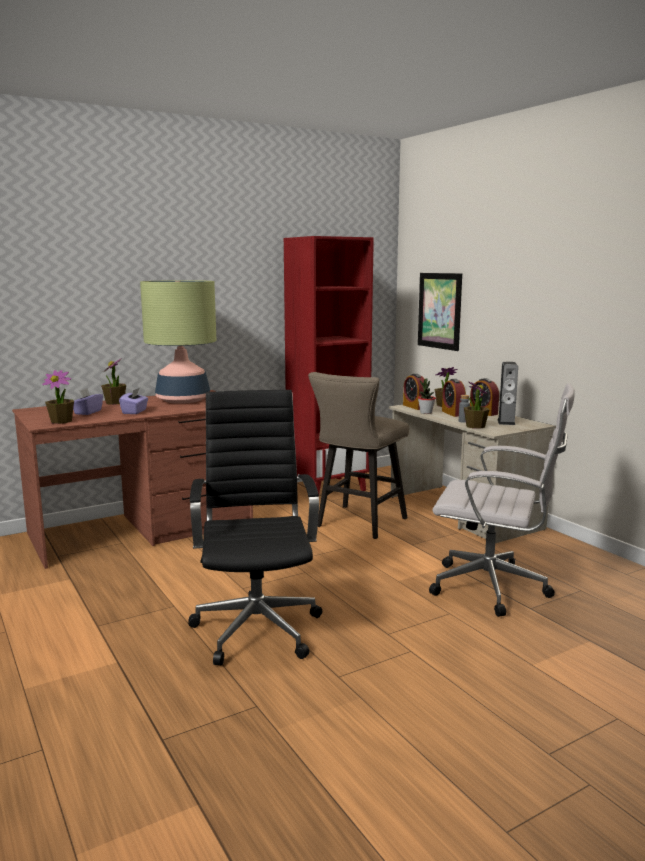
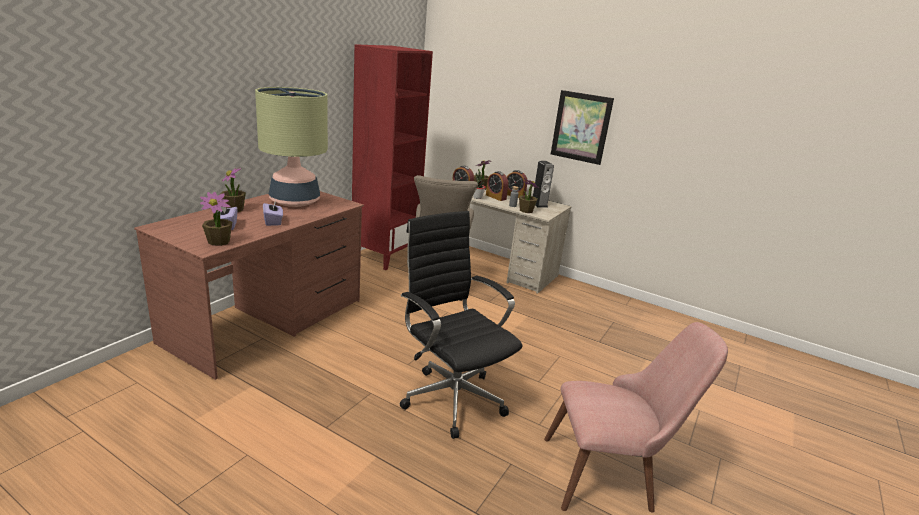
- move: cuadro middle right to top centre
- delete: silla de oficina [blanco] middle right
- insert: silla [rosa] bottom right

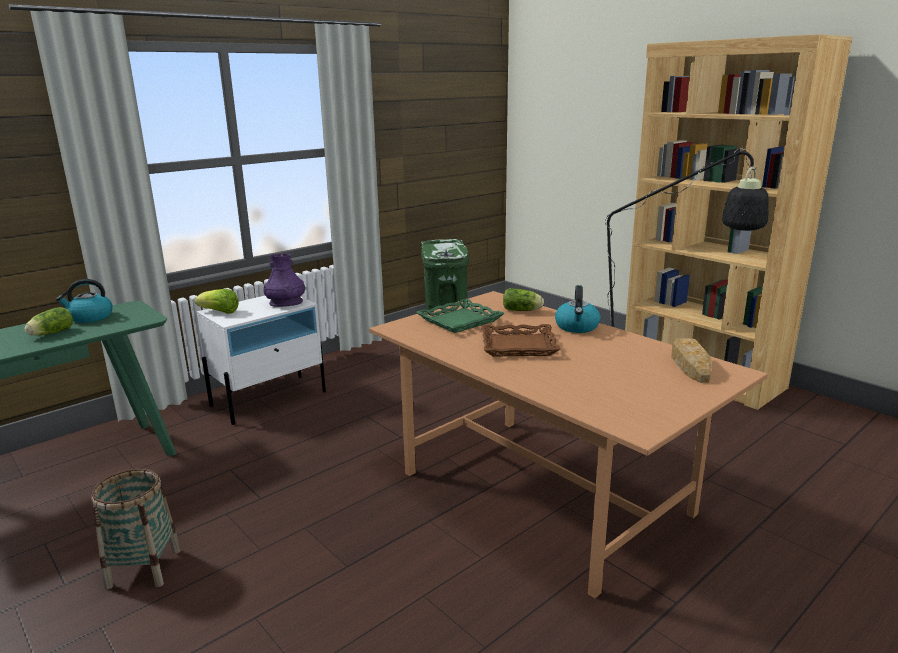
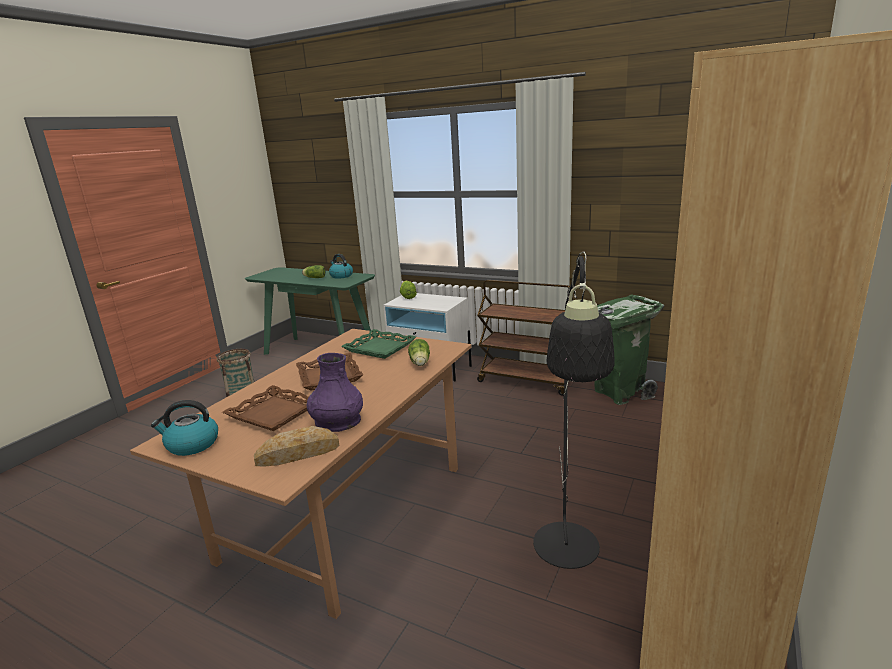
- move: florero [morado] middle left to centre
- move: hervidor (2nd from left in the first image) centre to hervidor (1st from left) middle left
- insert: carrito [marrón] centre
- insert: bandeja [marrón] (1st from left) middle left

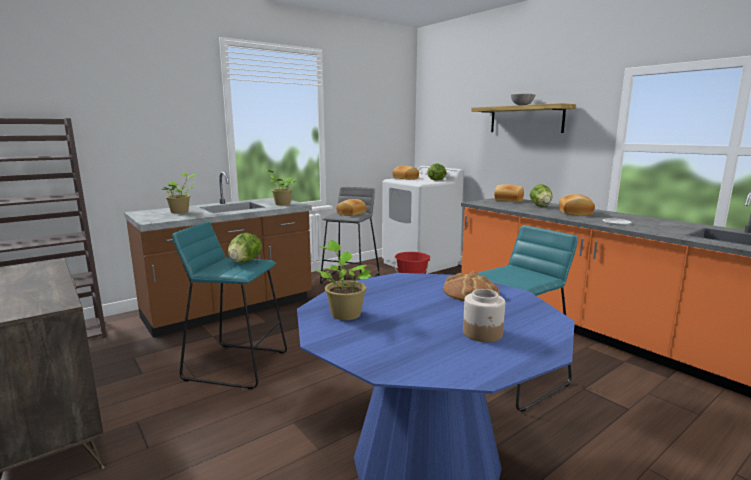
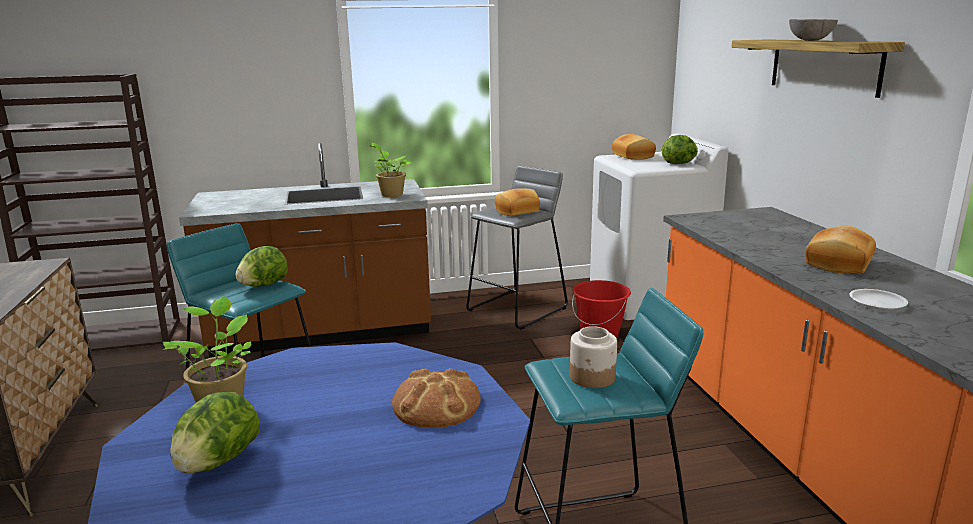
- delete: planta en maceta (1st from left) middle left
- delete: pan (4th from left) middle right
- move: lechuga (3rd from left in the first image) middle right to lechuga (1st from left) bottom left
- move: tarro centre to bottom centre

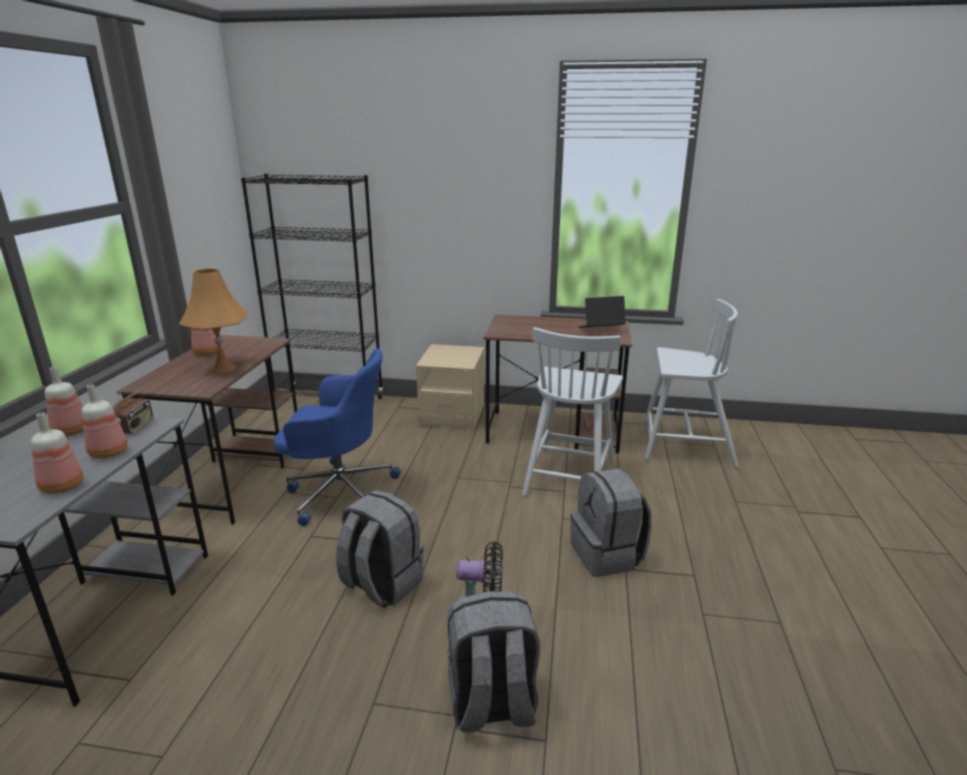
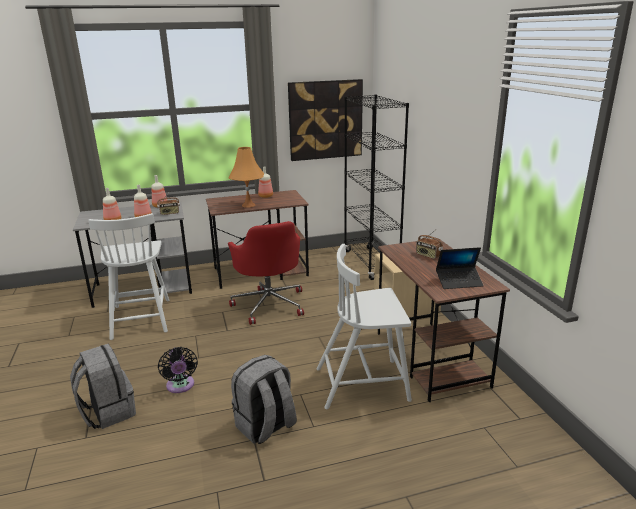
- rotate: portátil centre = middle right 120 degrees clockwise
- move: silla [blanco] (2nd from left in the first image) middle right to silla [blanco] (1st from left) middle left
- recolor: silla de oficina [azul] centre to silla de oficina [rojo] centre
- delete: mochila [gris] (1st from left) bottom centre
- insert: cuadro top centre
- insert: radio (2nd from left) middle right

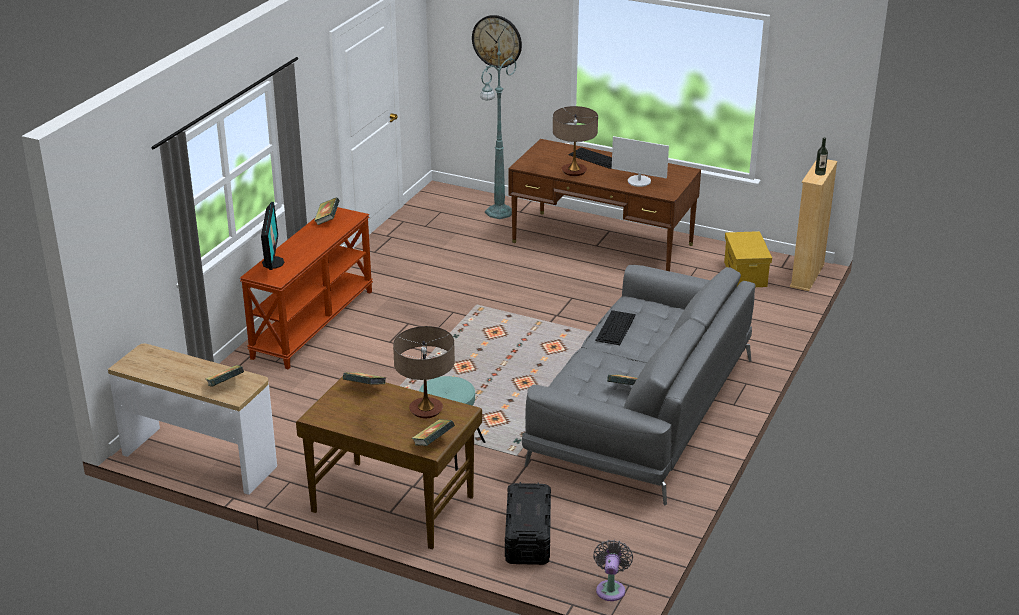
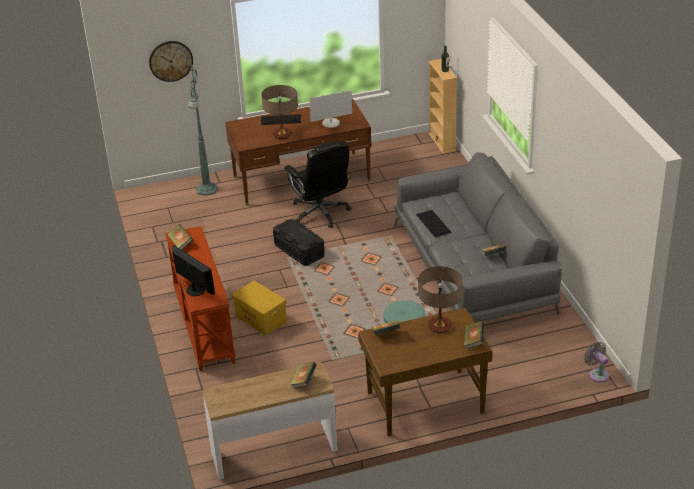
- move: caja de almacenaje [amarillo] middle right to centre
- move: caja de almacenaje [negro] bottom centre to centre
- insert: silla de oficina [negro] centre

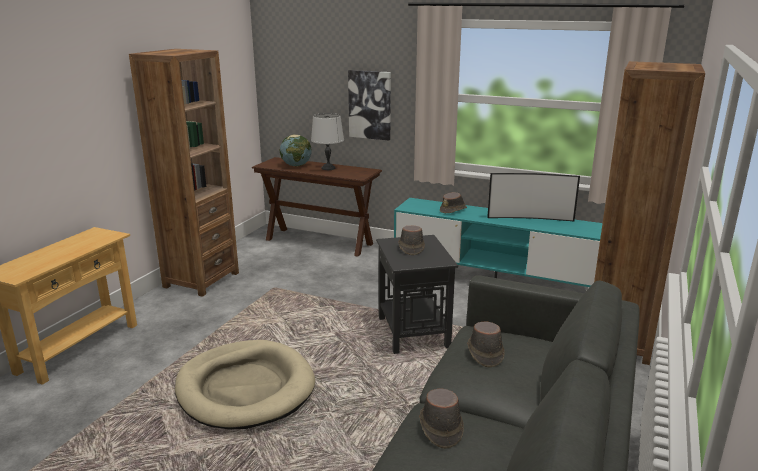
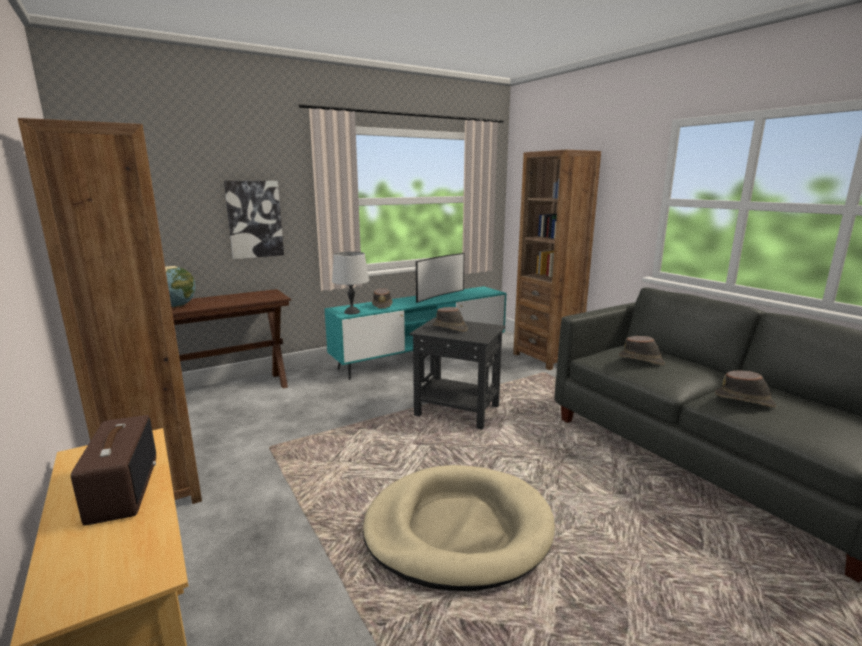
- move: lámpara de mesa [gris] top centre to centre
- insert: radio bottom left

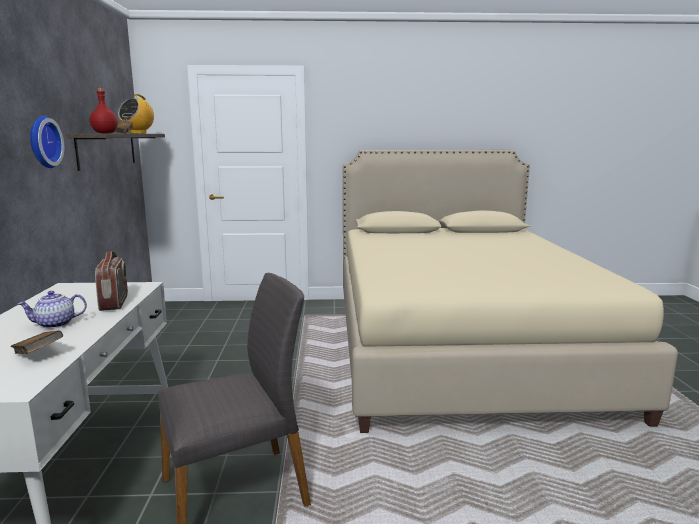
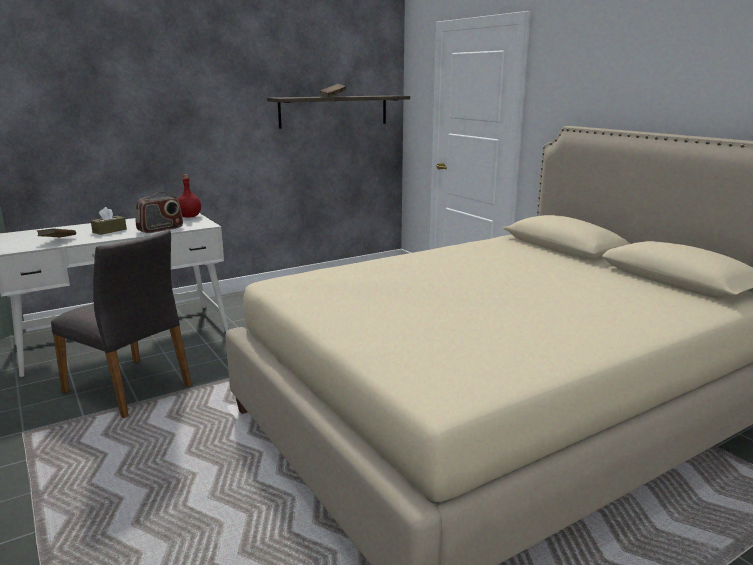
- move: botella [rojo] top left to middle left
- delete: radio (2nd from left) top left
- delete: reloj de pared top left
- replace: tetera middle left to caja de pañuelos [marrón] middle left

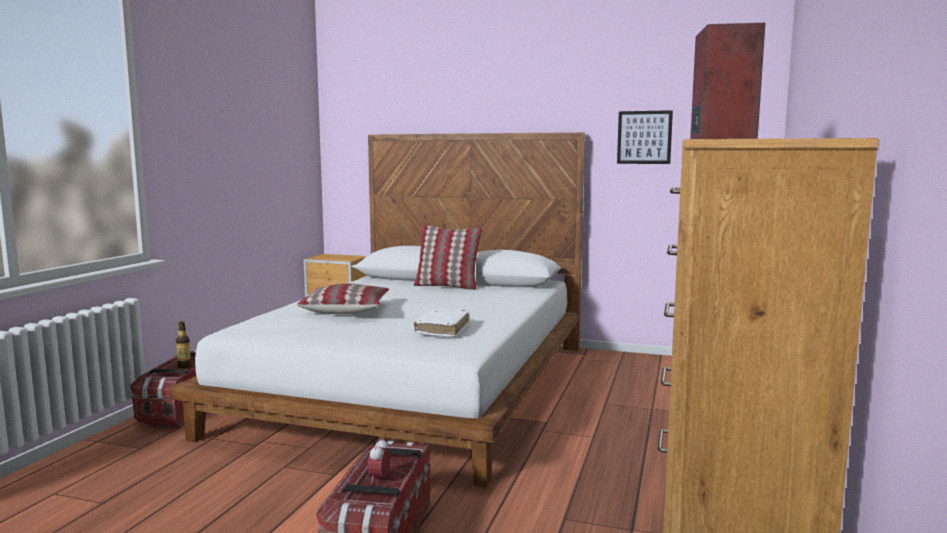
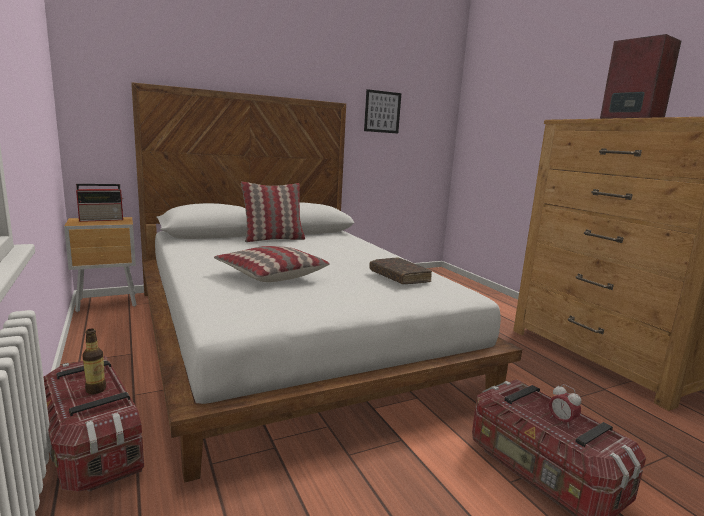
- recolor: libro [blanco] centre to libro [marrón] centre
- insert: radio middle left

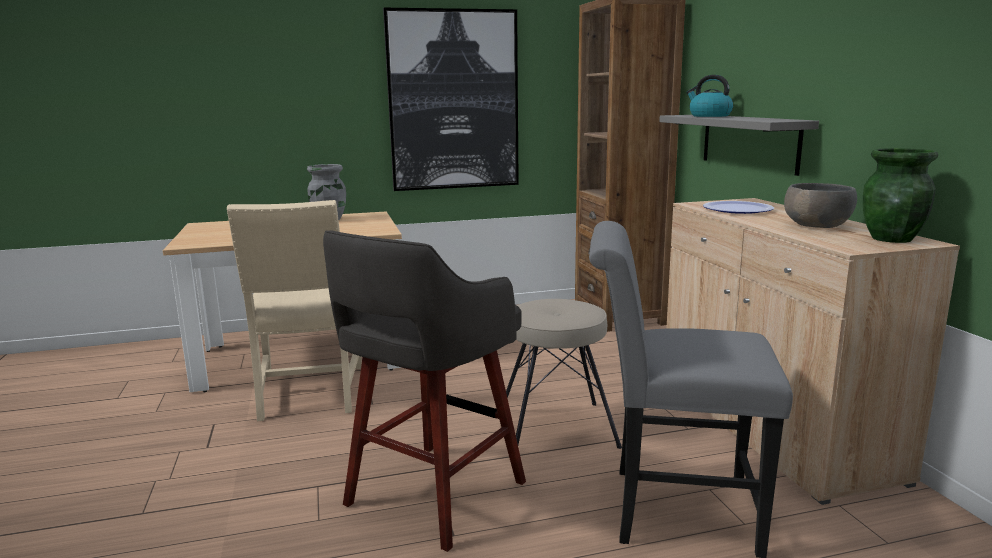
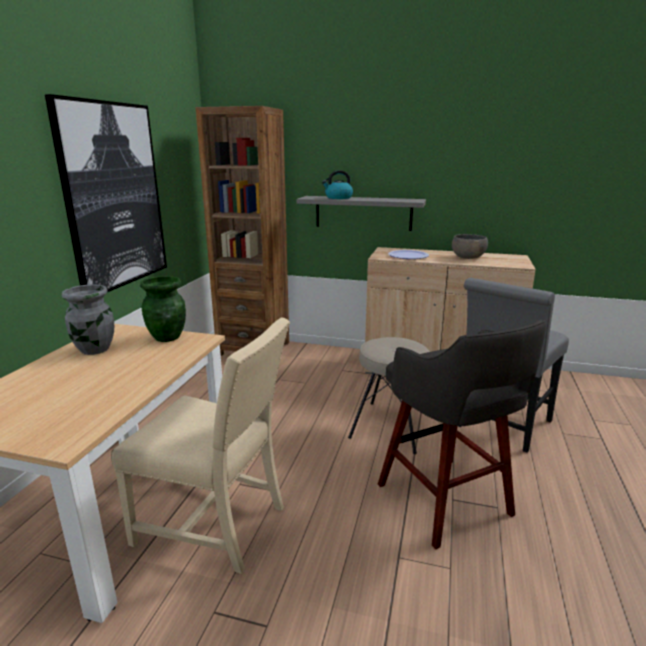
- move: florero [verde] middle right to middle left

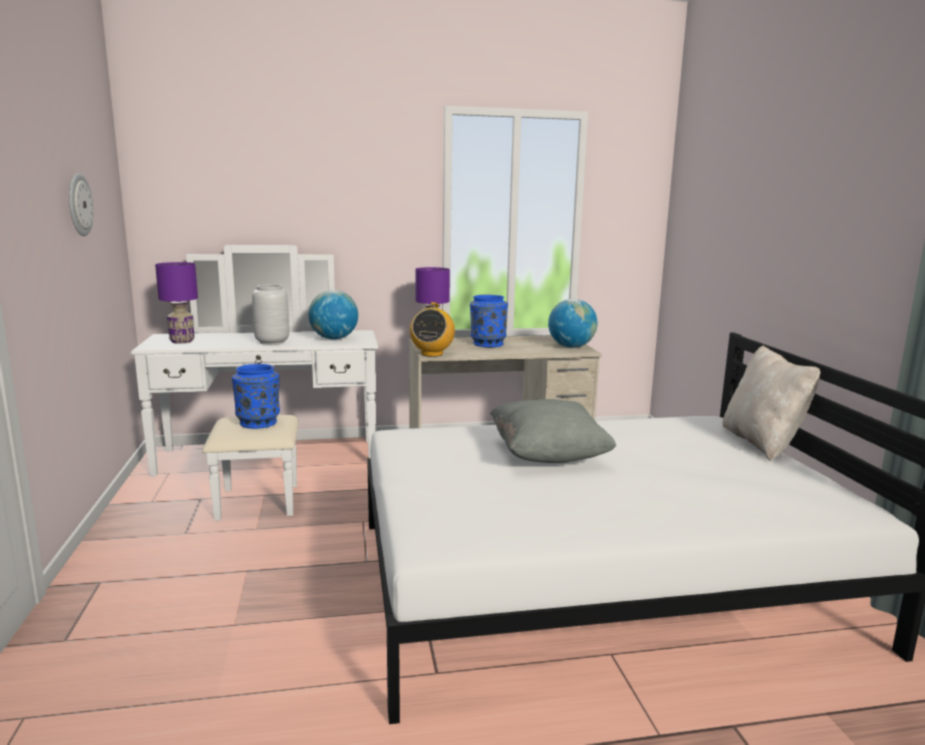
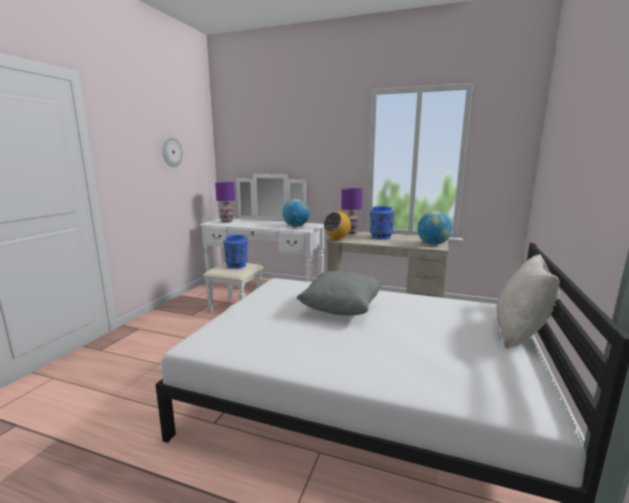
- delete: florero [gris] middle left

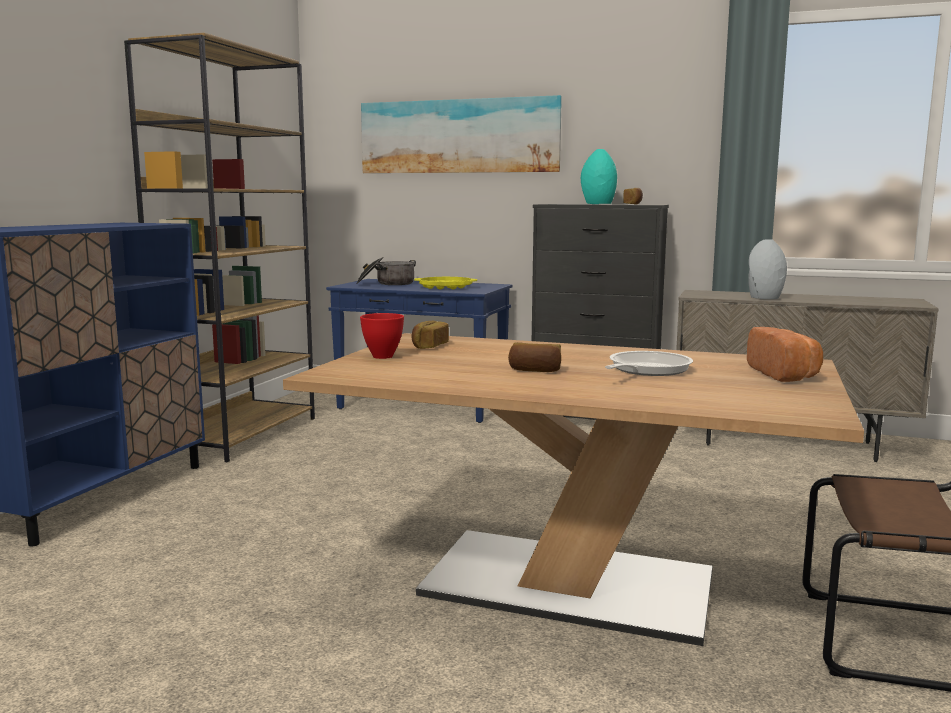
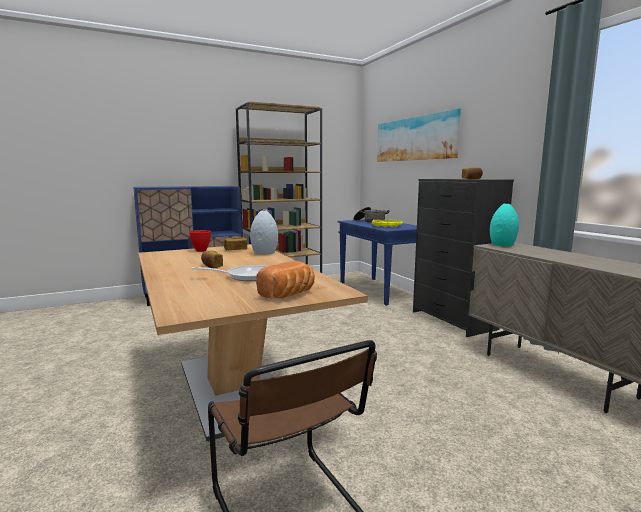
- move: florero [turquesa] top centre to middle right
- move: florero [gris] middle right to centre

